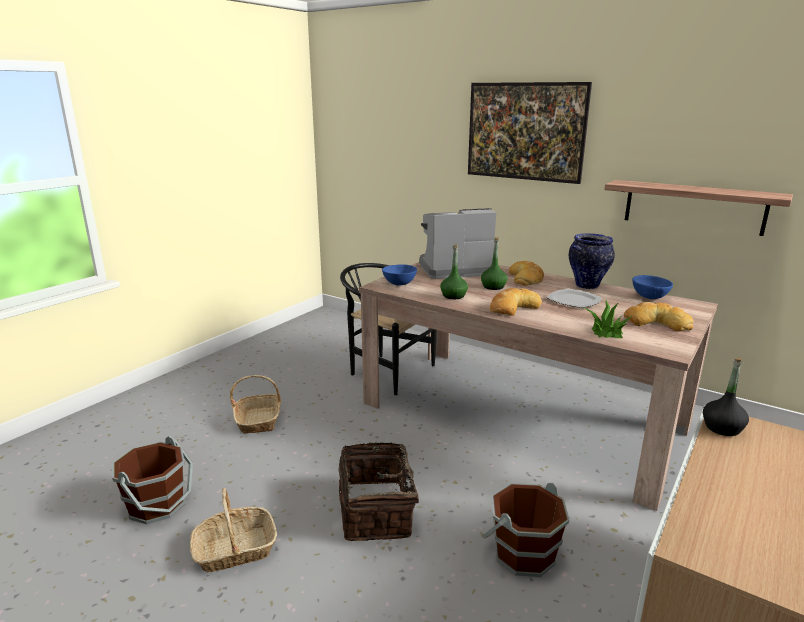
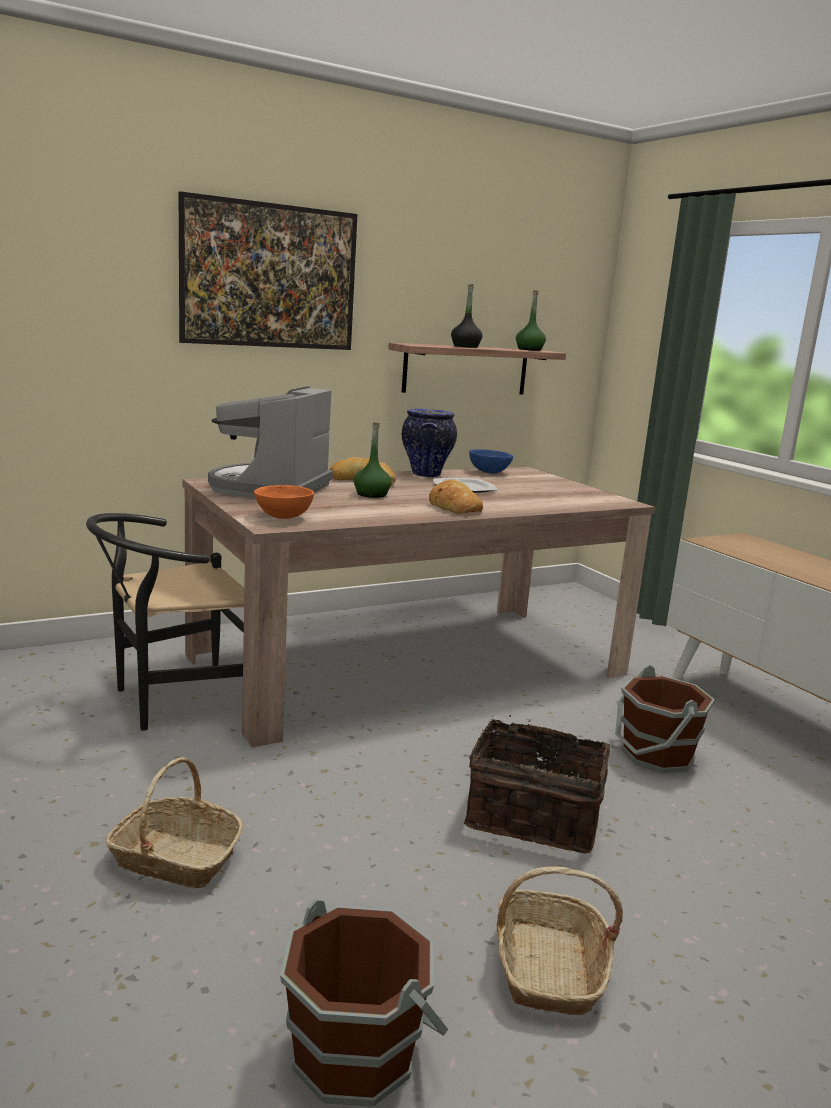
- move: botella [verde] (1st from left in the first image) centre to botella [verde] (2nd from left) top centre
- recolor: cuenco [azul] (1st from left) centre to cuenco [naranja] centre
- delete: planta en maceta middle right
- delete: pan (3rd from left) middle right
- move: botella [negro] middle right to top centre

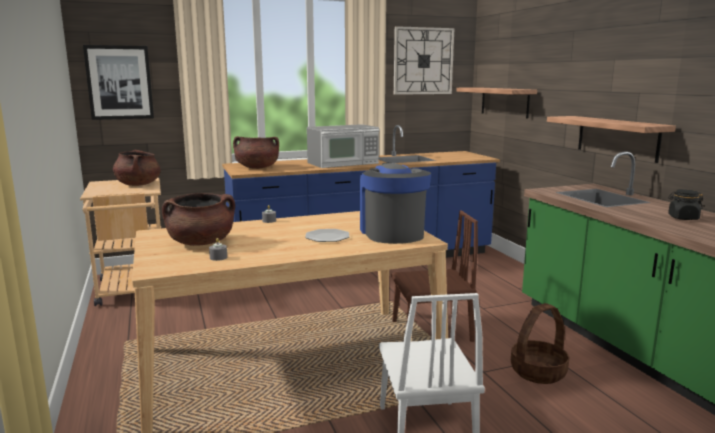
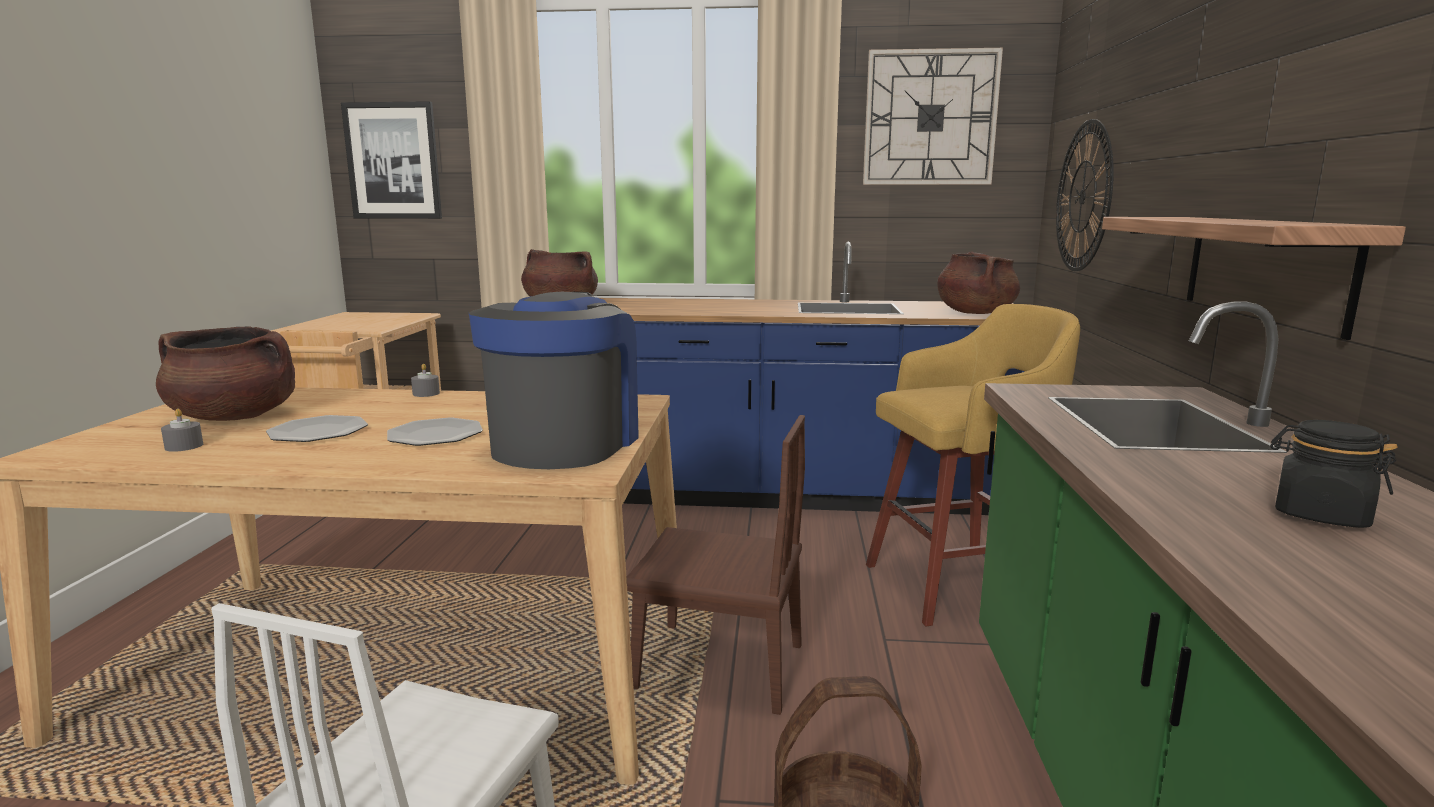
- replace: estante (1st from left) top right to reloj de pared (2nd from left) top right
- delete: microondas centre
- move: olla [marrón] (1st from left in the first image) middle left to olla [marrón] (3rd from left) middle right
- insert: taburete [amarillo] middle right
- insert: plato (1st from left) middle left

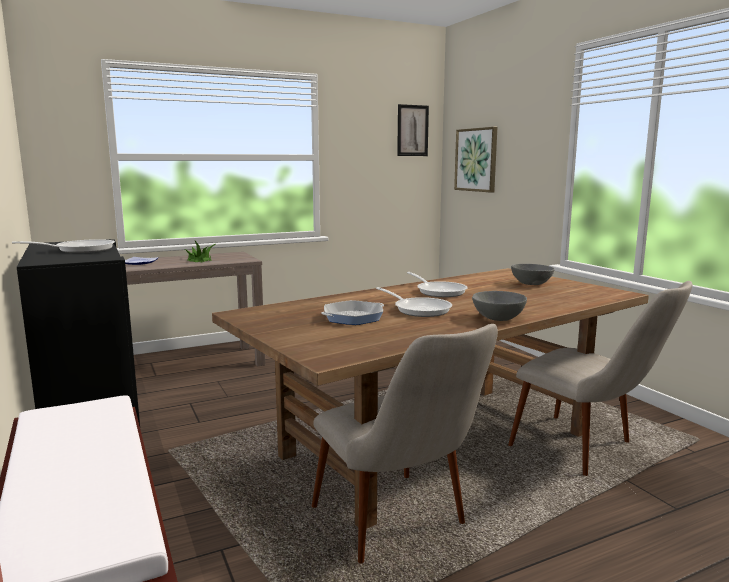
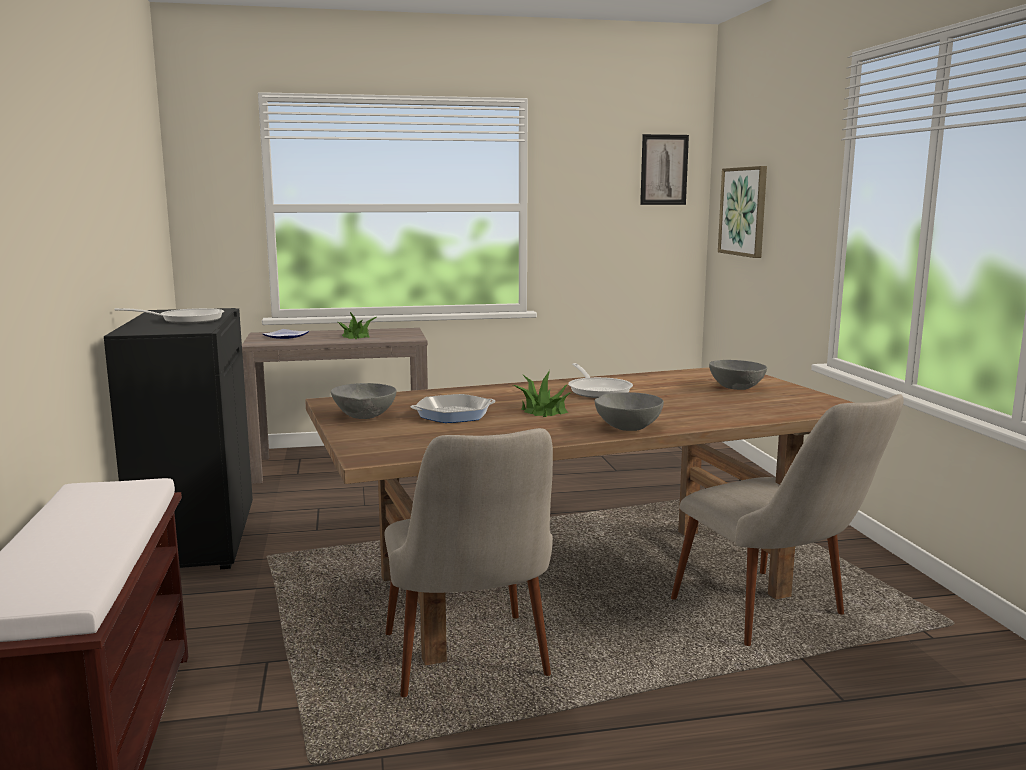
- replace: sartén (3rd from left) centre to planta en maceta (2nd from left) centre
- insert: cuenco [gris] (1st from left) centre

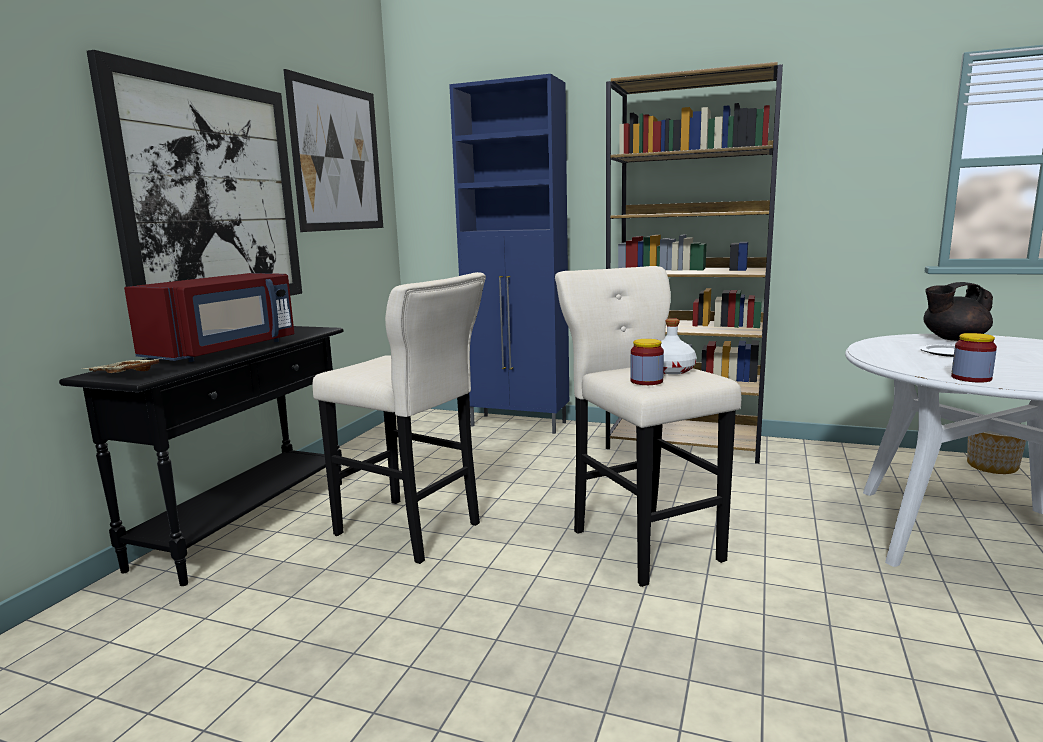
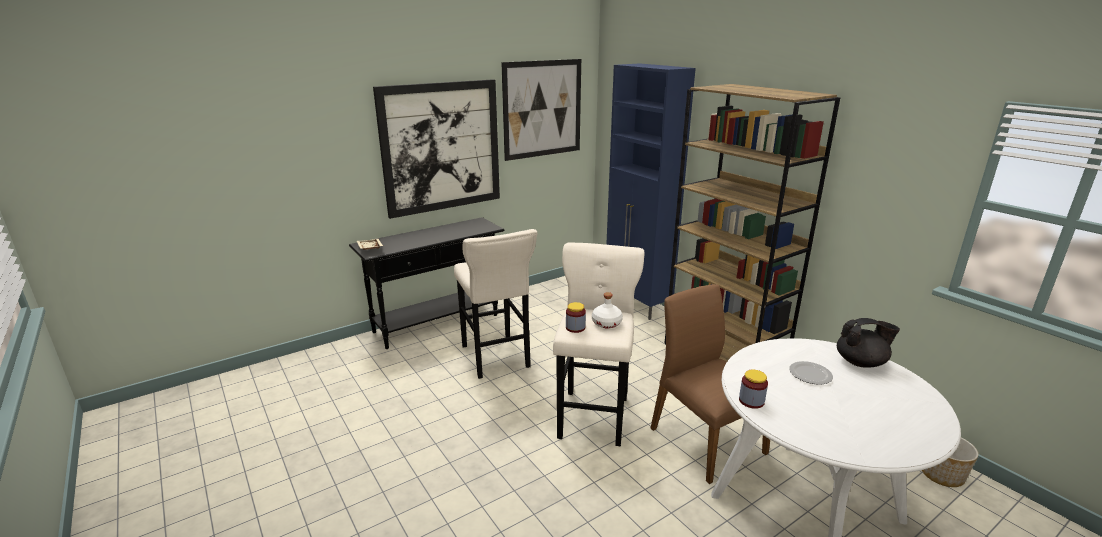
- delete: microondas [rojo] middle left
- rotate: tetera [negro] middle right = middle right 150 degrees clockwise
- insert: silla [marrón] bottom centre

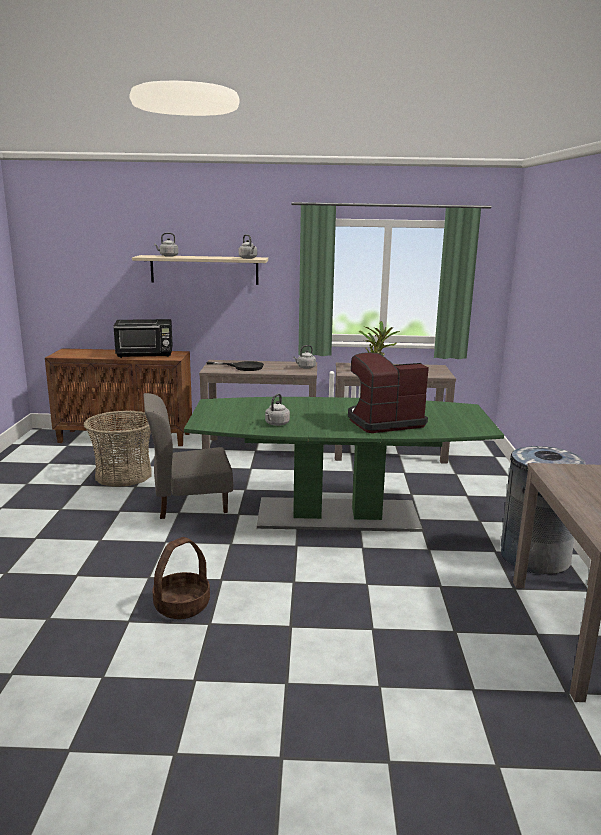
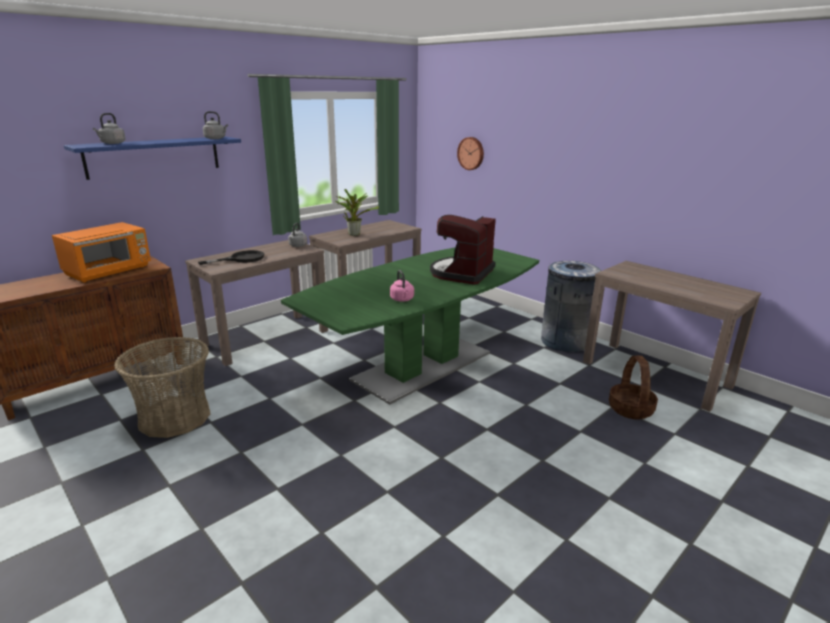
- recolor: estante [beis] top left to estante [azul] top left
- recolor: microondas [negro] middle left to microondas [naranja] middle left
- delete: silla [gris] middle left
- recolor: hervidor [gris] (3rd from left) centre to hervidor [rosa] centre
- move: cesta (2nd from left) bottom left to middle right
- insert: reloj de pared top centre

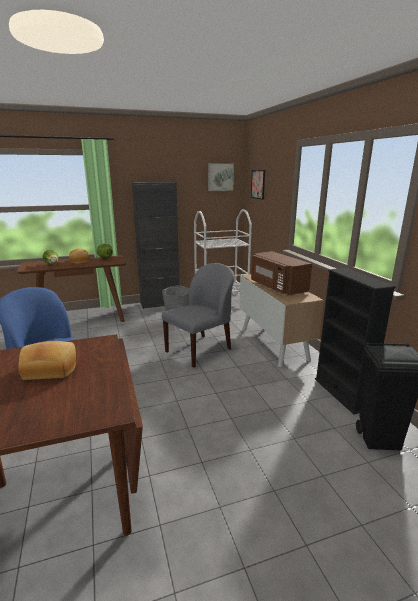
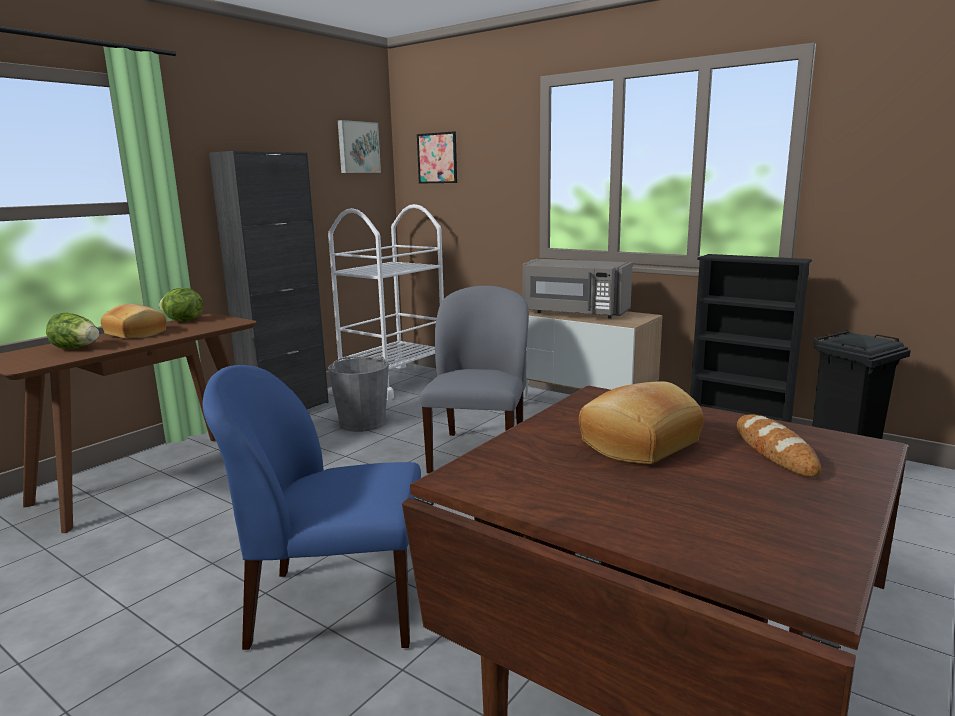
- recolor: microondas [marrón] middle right to microondas [gris] centre
- insert: pan (3rd from left) middle right

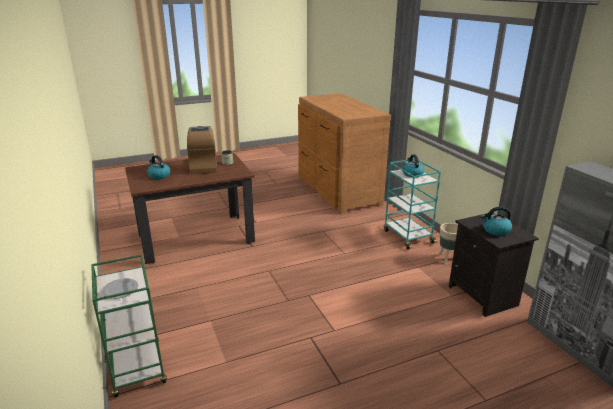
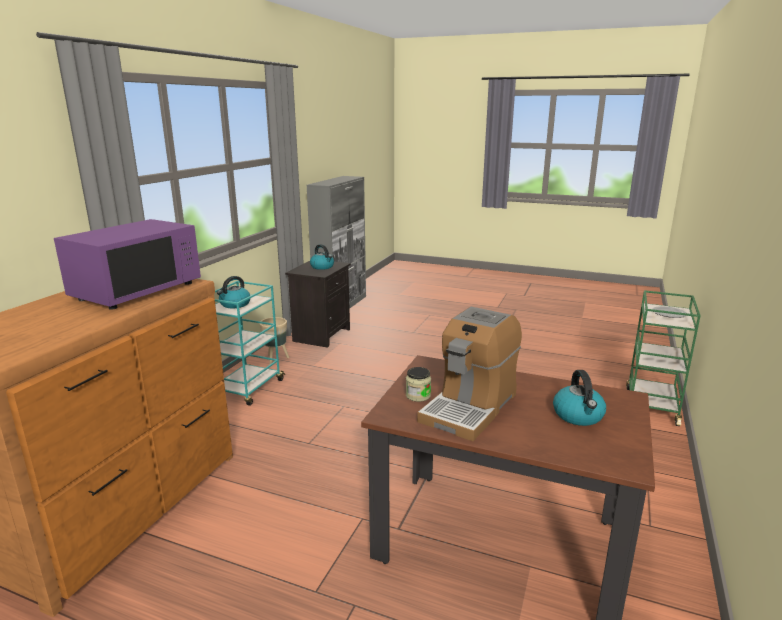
- insert: microondas [morado] middle left

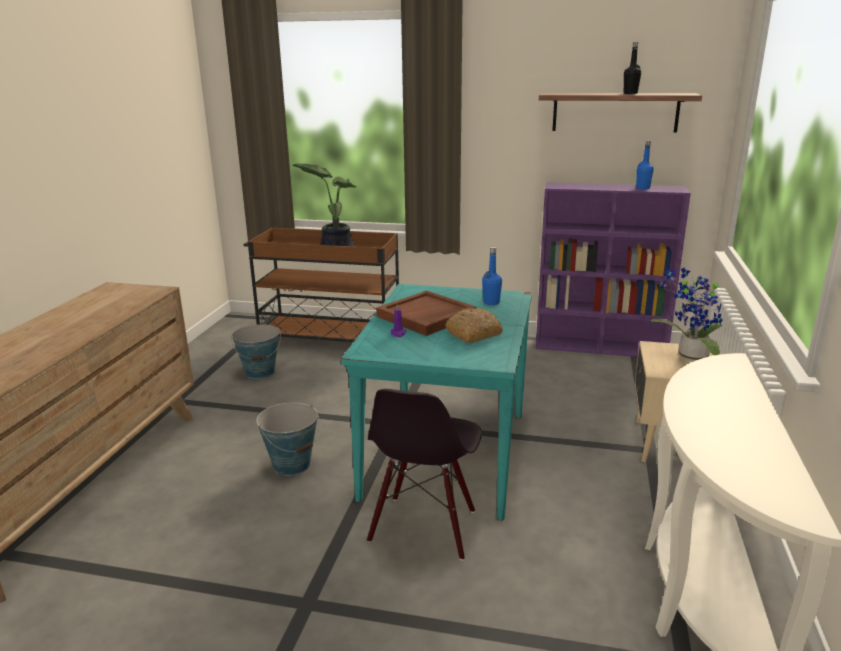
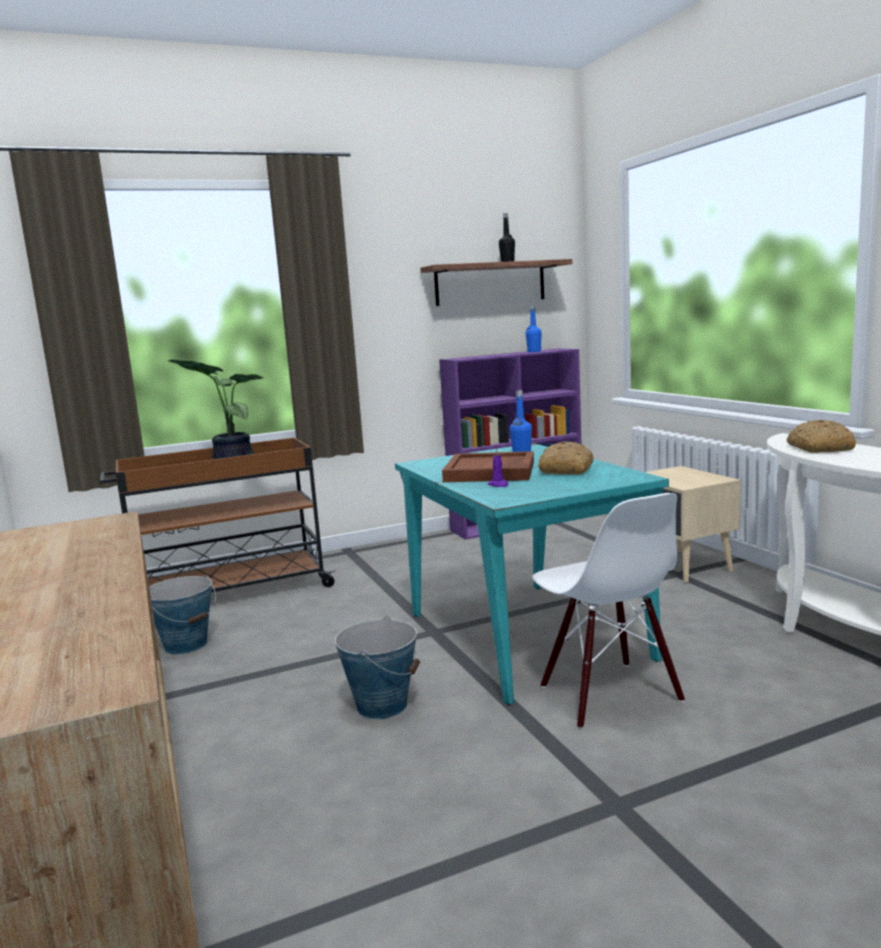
- delete: planta en maceta (2nd from left) middle right
- recolor: silla [negro] bottom centre to silla [blanco] middle right
- insert: pan (2nd from left) middle right

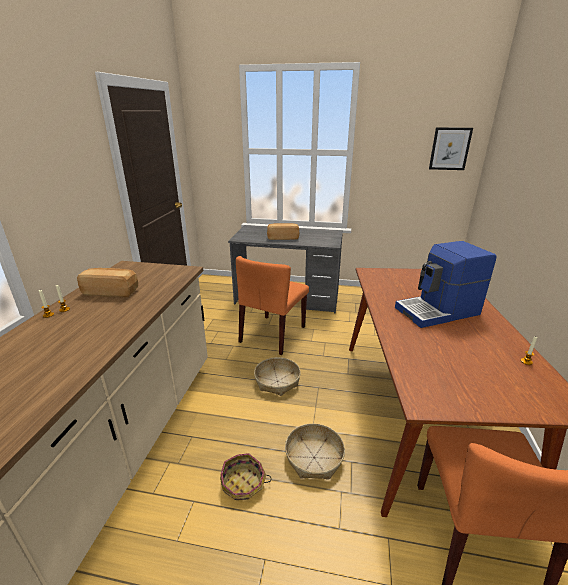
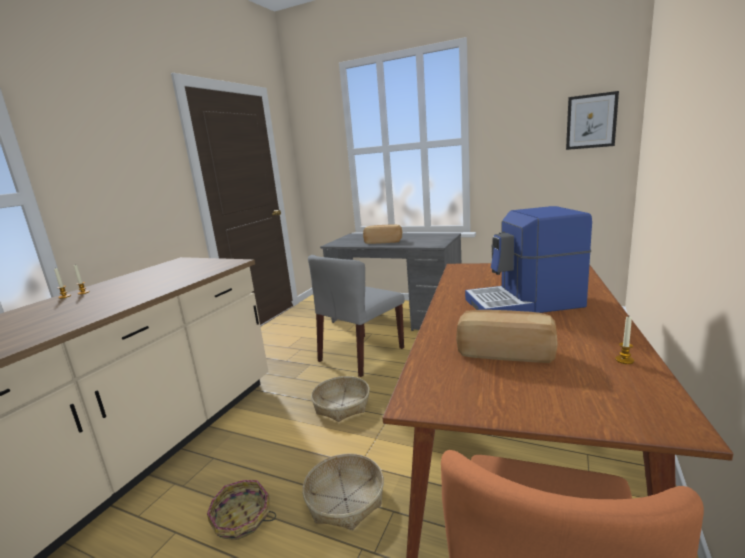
- recolor: silla [naranja] (1st from left) centre to silla [gris] centre
- move: pan (1st from left in the first image) middle left to pan (2nd from left) middle right

